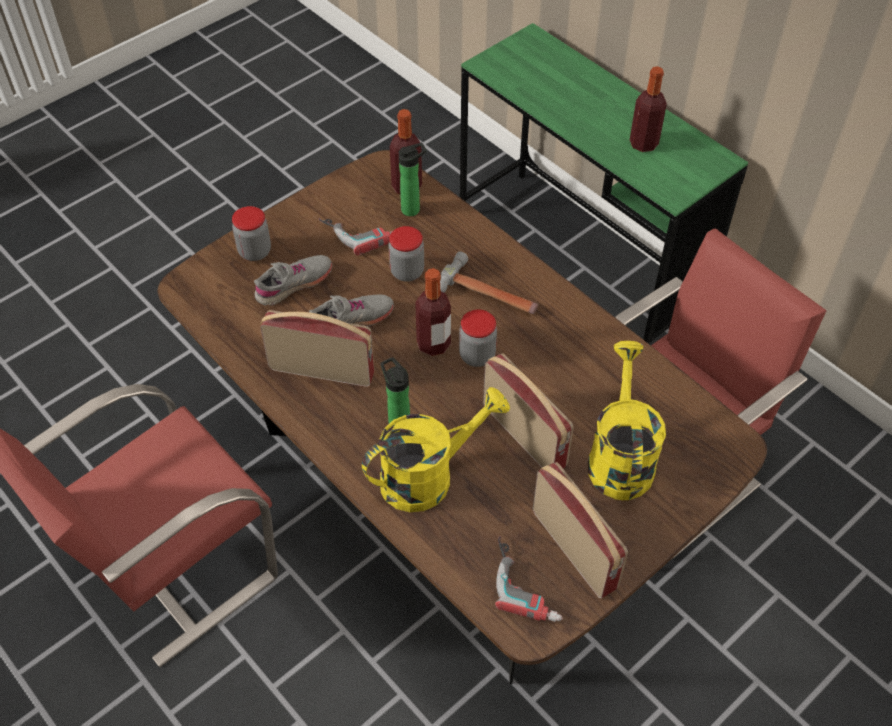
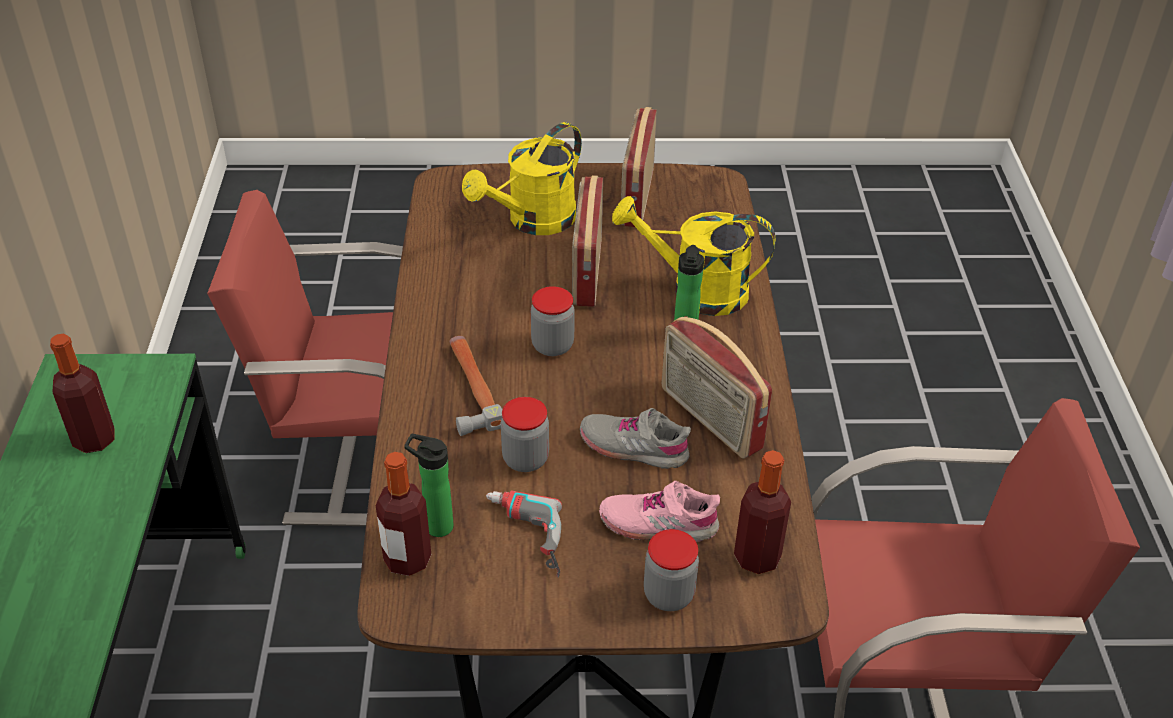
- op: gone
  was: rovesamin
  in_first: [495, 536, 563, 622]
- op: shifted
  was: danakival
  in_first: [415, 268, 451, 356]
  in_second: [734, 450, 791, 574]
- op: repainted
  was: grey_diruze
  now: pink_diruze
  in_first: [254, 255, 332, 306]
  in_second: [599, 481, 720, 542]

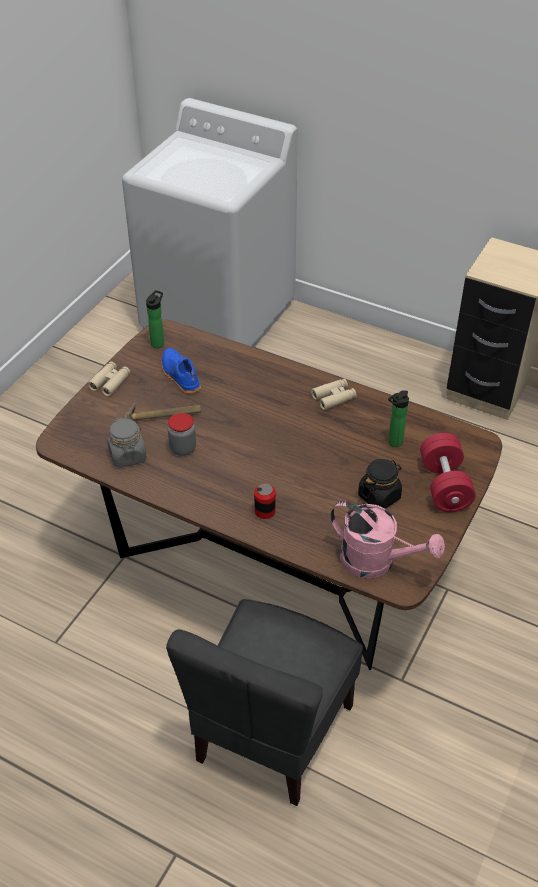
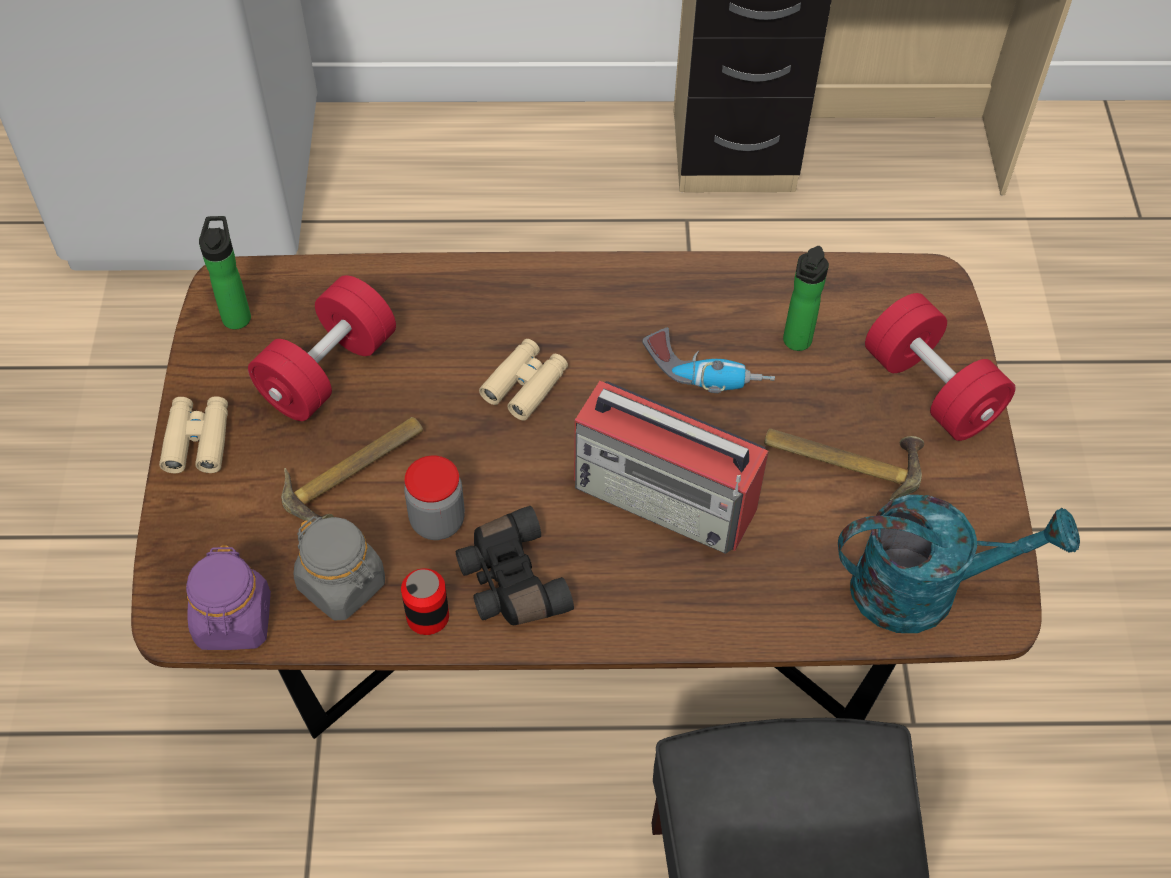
- op: new
  now: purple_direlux
  in_second: [186, 545, 271, 650]
- op: new
  now: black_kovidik
  in_second: [456, 506, 574, 625]
- op: new
  now: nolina
  in_second: [574, 381, 769, 554]
- op: new
  now: rovesamin
  in_second: [642, 328, 775, 393]
- op: shifted
  was: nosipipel
  in_first: [254, 484, 276, 519]
  in_second: [401, 568, 449, 635]
- op: shifted
  was: beige_kovidik
  in_first: [311, 379, 357, 410]
  in_second: [479, 339, 568, 421]
- op: swapped
  was: blue_diruze
  now: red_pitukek
  in_first: [162, 348, 201, 394]
  in_second: [248, 275, 396, 421]
- op: swapped
  was: black_direlux
  now: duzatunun
  in_first: [358, 459, 402, 509]
  in_second: [764, 428, 924, 501]
- op: repainted
  was: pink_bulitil
  now: turquoise_bulitil
  in_first: [330, 501, 445, 579]
  in_second: [838, 495, 1080, 633]

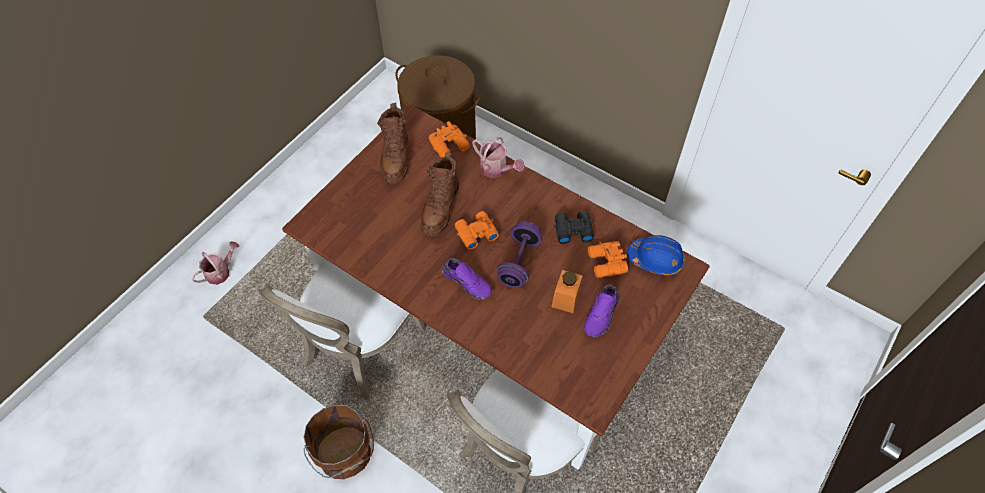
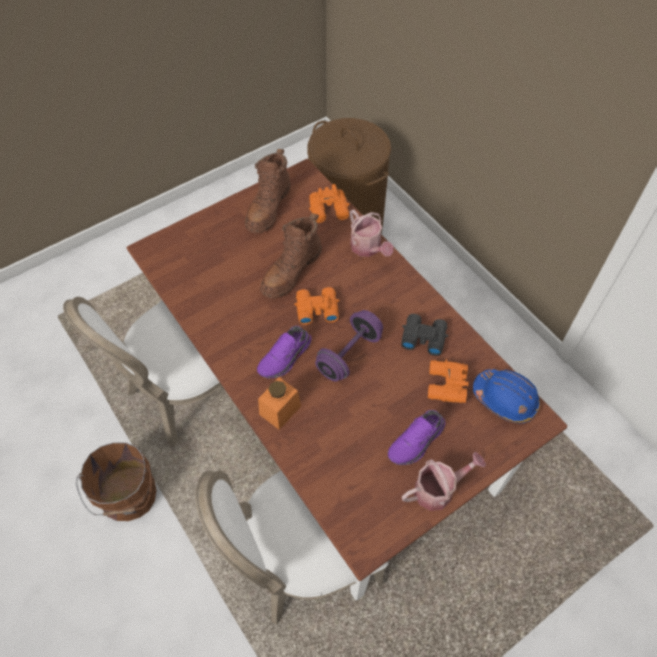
- op: shifted
  was: bulitil
  in_first: [192, 241, 240, 285]
  in_second: [402, 452, 486, 511]
- op: shifted
  was: orange_direlux
  in_first: [552, 270, 583, 313]
  in_second: [258, 377, 301, 430]
- op: rotated
  was: purple_diruze
  in_first: [442, 258, 492, 300]
  in_second: [257, 326, 311, 378]
  clockwise: 75

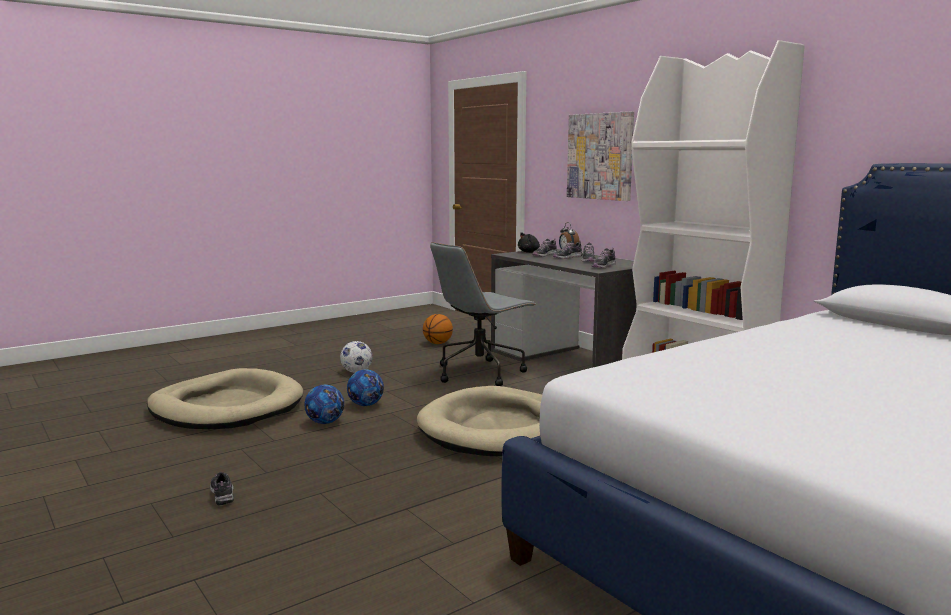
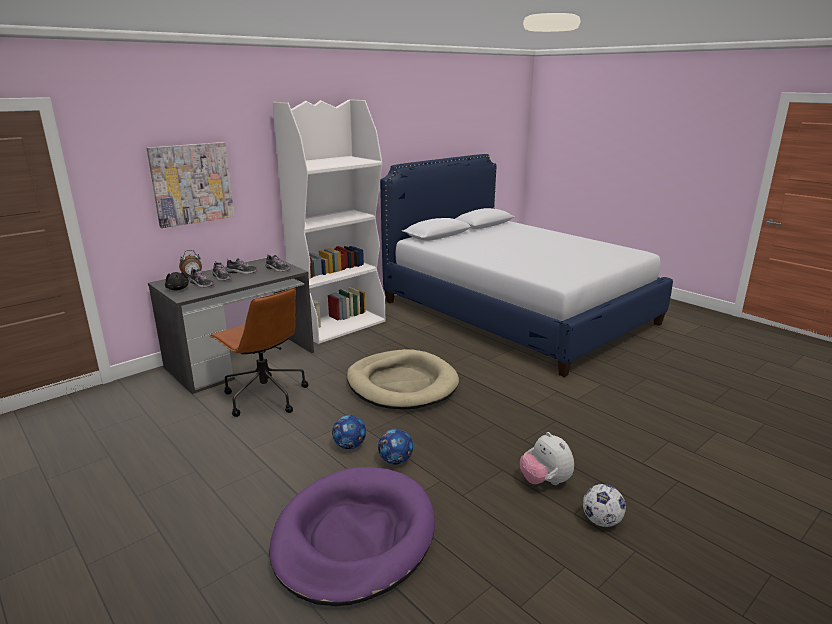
- op: gone
  was: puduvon
  in_first: [423, 314, 453, 344]
- op: shifted
  was: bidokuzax
  in_first: [340, 341, 372, 373]
  in_second: [583, 484, 626, 527]
- op: swapped
  was: diruze
  now: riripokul
  in_first: [210, 472, 234, 505]
  in_second: [520, 432, 574, 485]
- op: repainted
  was: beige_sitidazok
  now: purple_sitidazok
  in_first: [147, 368, 303, 429]
  in_second: [269, 467, 435, 606]
- op: repainted
  was: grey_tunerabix
  now: brown_tunerabix
  in_first: [430, 242, 536, 386]
  in_second: [209, 287, 308, 417]

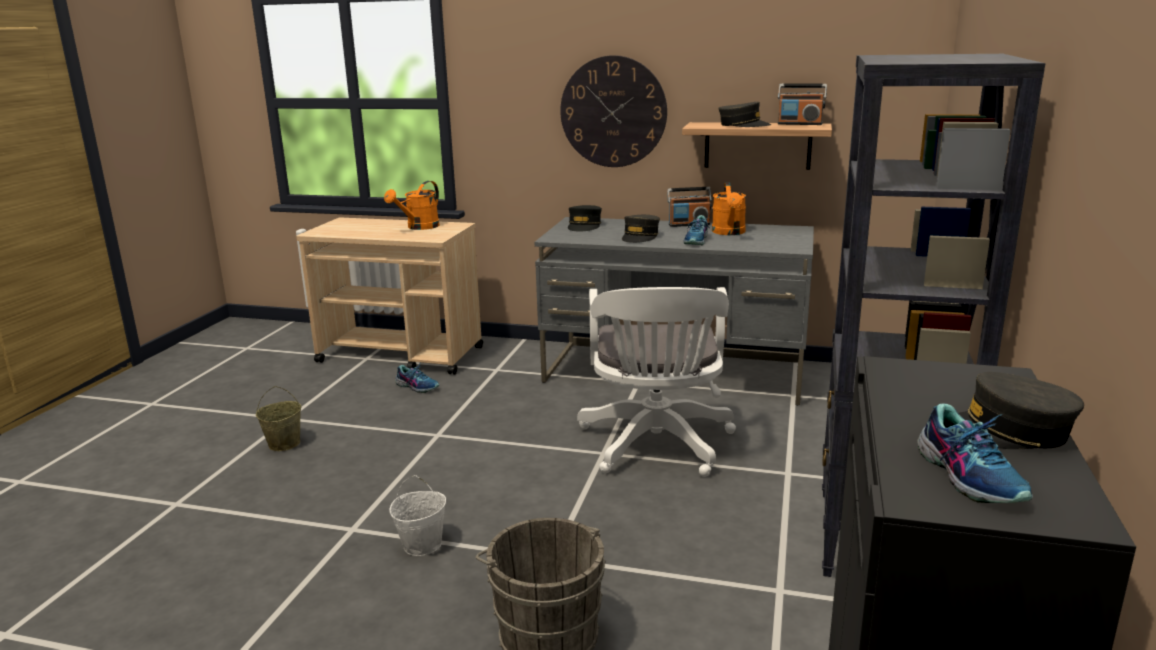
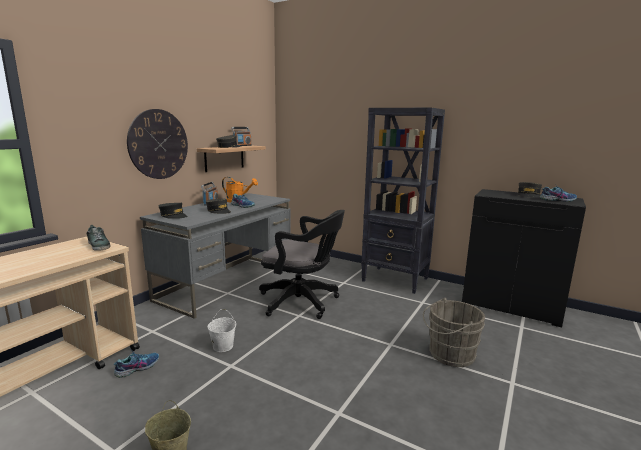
- op: gone
  was: orange_bulitil
  in_first: [384, 181, 440, 230]
- op: new
  now: diruze
  in_second: [86, 225, 110, 251]
- op: shifted
  was: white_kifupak
  in_first: [390, 475, 446, 556]
  in_second: [208, 309, 236, 352]
- op: repainted
  was: white_tunerabix
  now: black_tunerabix
  in_first: [577, 287, 736, 477]
  in_second: [259, 210, 345, 319]

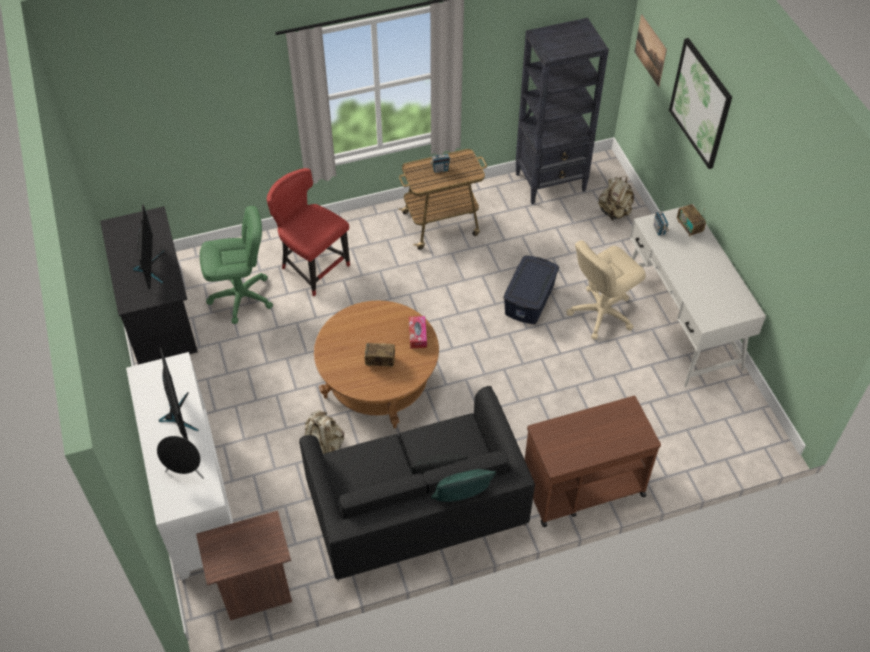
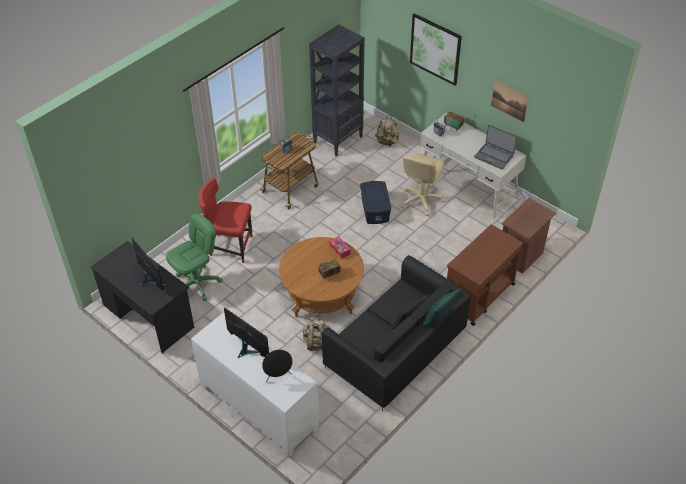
- op: new
  now: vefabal
  in_second: [474, 125, 517, 169]
- op: shifted
  was: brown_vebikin
  in_first: [196, 511, 292, 621]
  in_second: [502, 198, 556, 274]
- op: shifted
  was: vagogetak
  in_first: [634, 15, 667, 87]
  in_second: [491, 80, 529, 122]

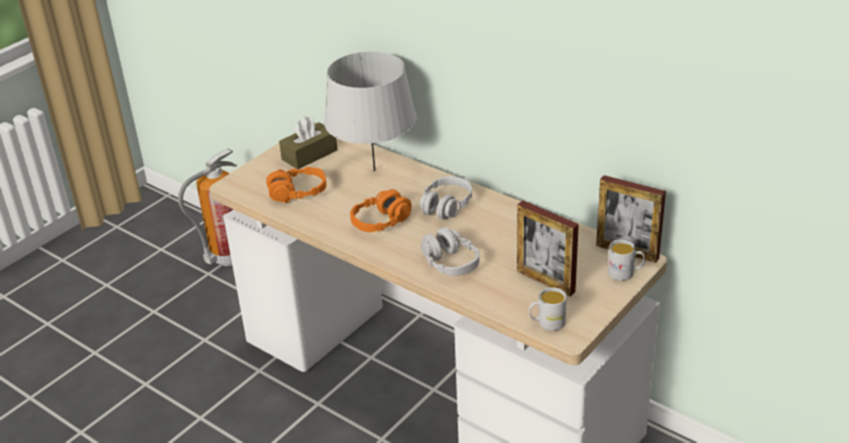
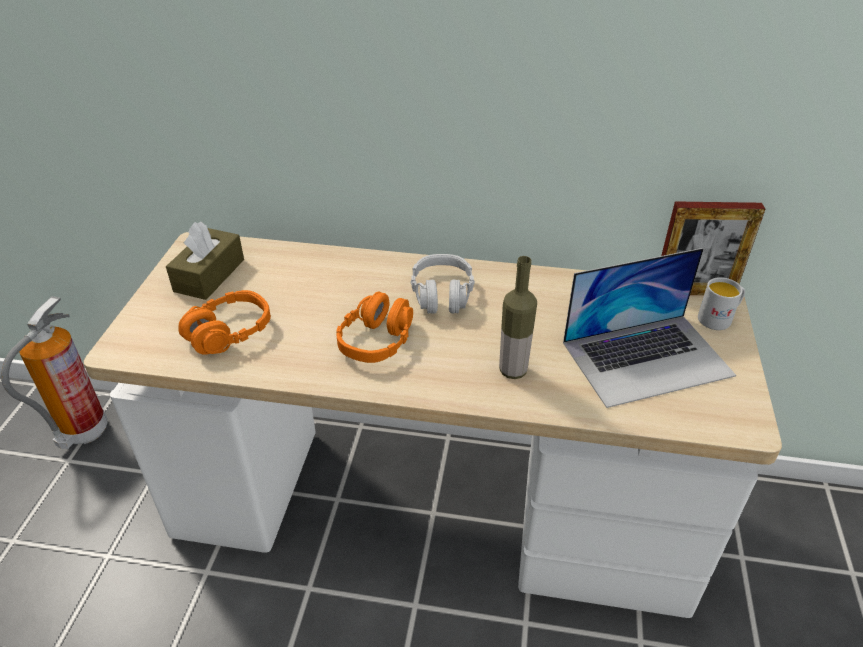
- op: gone
  was: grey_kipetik
  in_first: [324, 51, 417, 171]
- op: gone
  was: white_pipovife
  in_first: [529, 287, 567, 331]
- op: swapped
  was: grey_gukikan
  now: danakival
  in_first: [421, 227, 479, 276]
  in_second: [499, 256, 537, 379]
- op: swapped
  was: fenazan
  now: vefabal
  in_first: [517, 201, 579, 296]
  in_second: [563, 248, 736, 408]

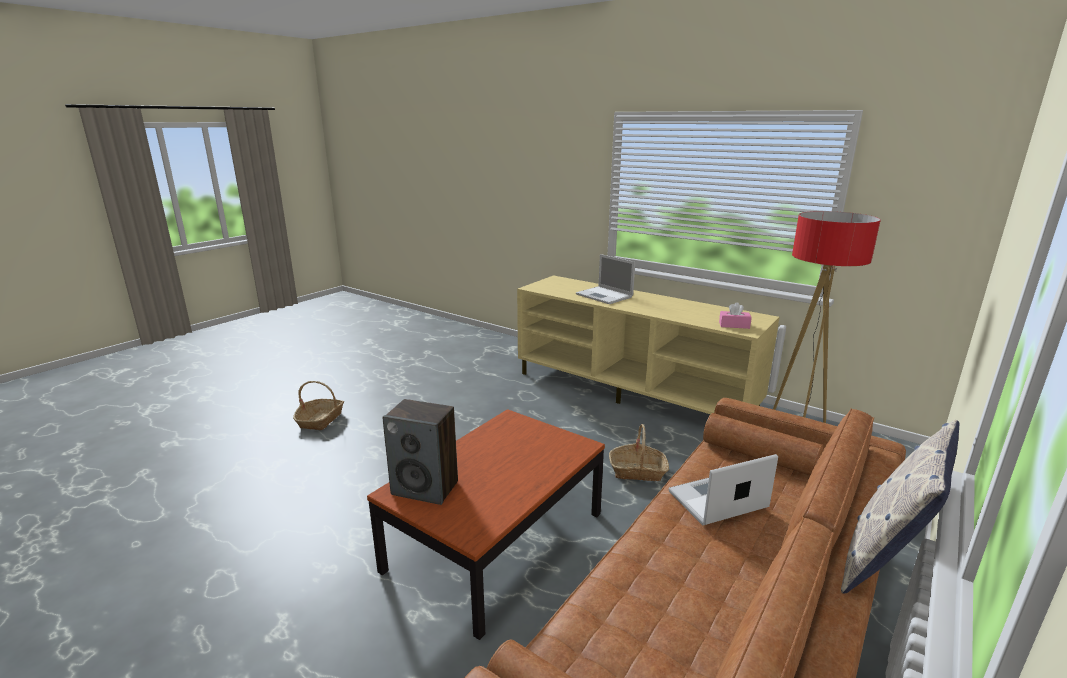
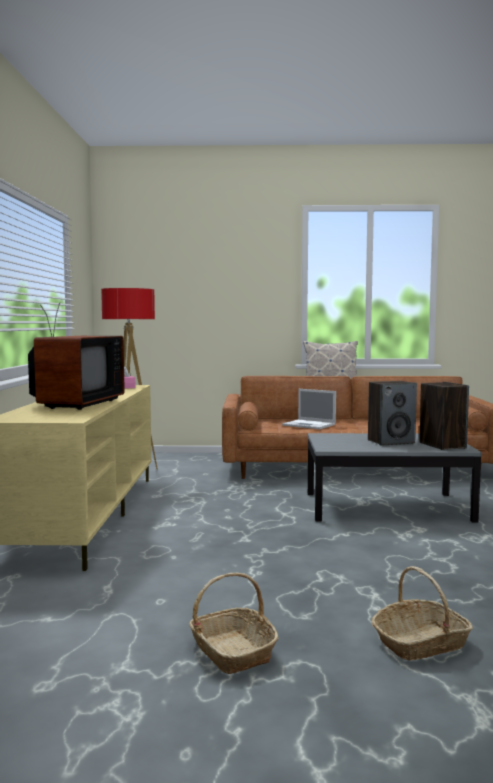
- op: new
  now: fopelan
  in_second: [368, 381, 417, 446]
- op: shifted
  was: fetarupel
  in_first: [609, 424, 669, 481]
  in_second: [189, 573, 279, 674]
- op: swapped
  was: vefabal
  now: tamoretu
  in_first: [576, 254, 635, 304]
  in_second: [28, 302, 125, 410]
- op: repainted
  was: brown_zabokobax
  now: grey_zabokobax
  in_first: [367, 409, 605, 640]
  in_second: [308, 433, 482, 523]

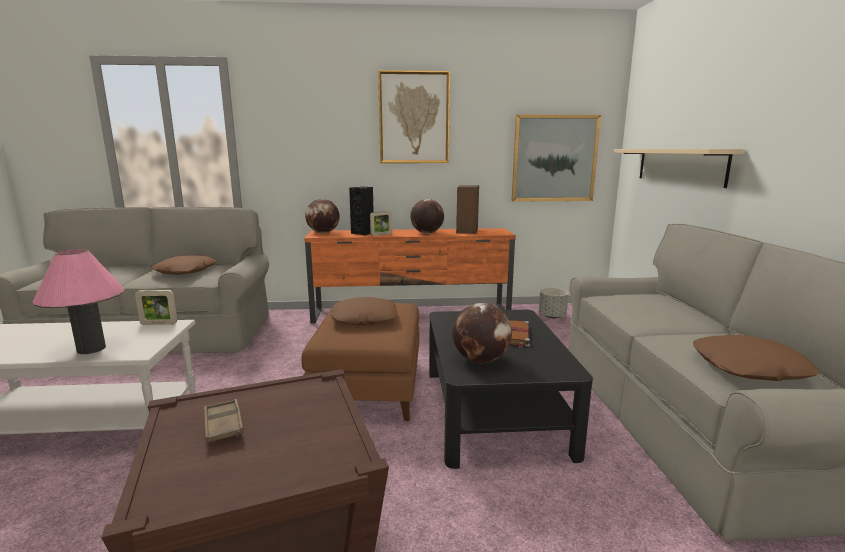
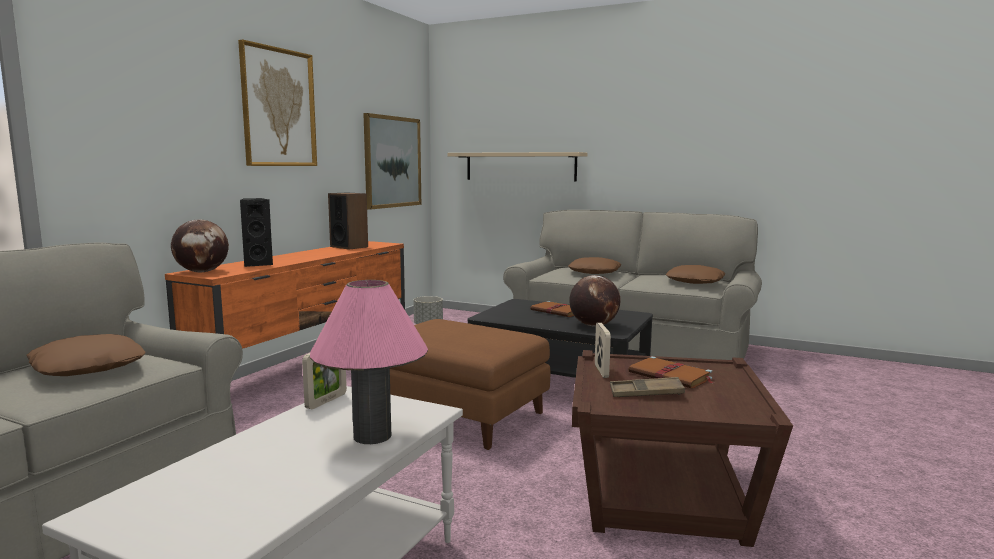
- op: gone
  was: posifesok
  in_first: [410, 199, 444, 234]
- op: new
  now: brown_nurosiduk
  in_second: [628, 356, 712, 388]
- op: shifted
  was: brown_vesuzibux
  in_first: [330, 297, 398, 325]
  in_second: [568, 257, 621, 274]
- op: shifted
  was: fenazan
  in_first: [370, 211, 392, 236]
  in_second: [595, 323, 611, 378]

